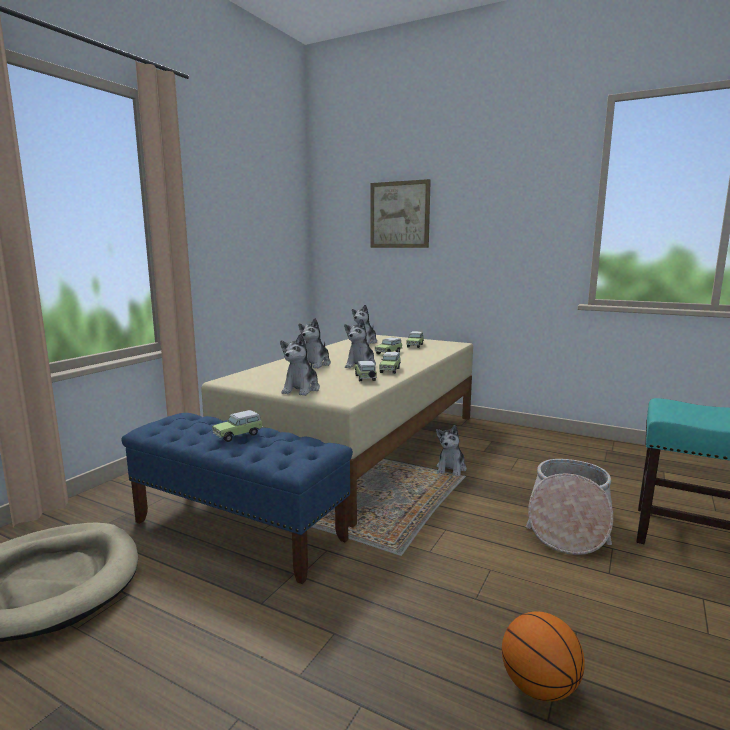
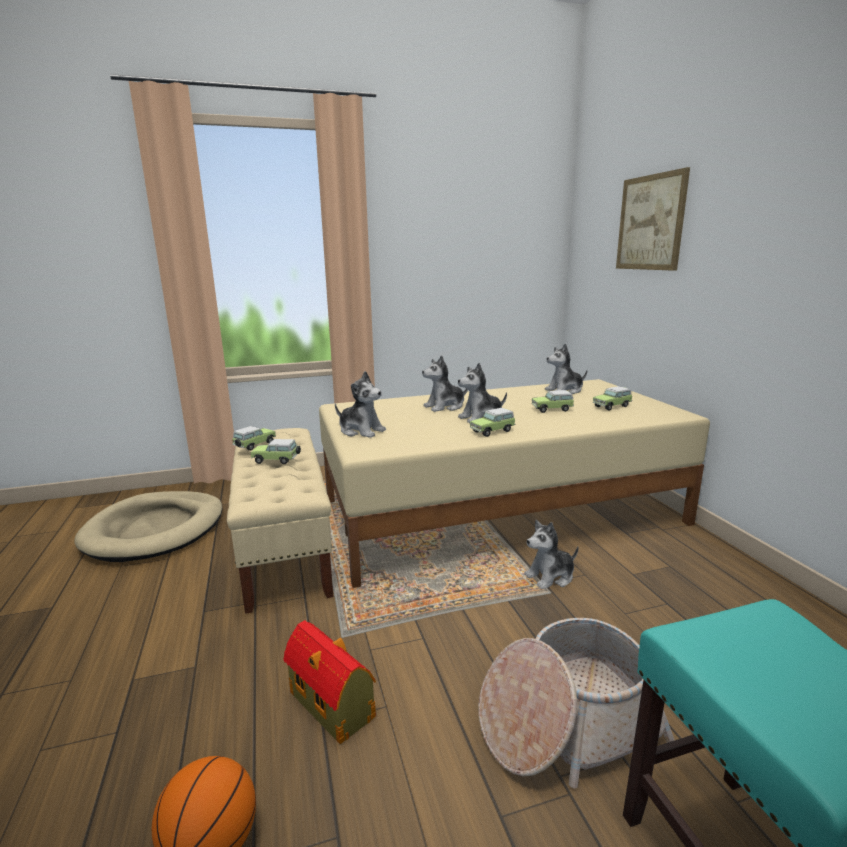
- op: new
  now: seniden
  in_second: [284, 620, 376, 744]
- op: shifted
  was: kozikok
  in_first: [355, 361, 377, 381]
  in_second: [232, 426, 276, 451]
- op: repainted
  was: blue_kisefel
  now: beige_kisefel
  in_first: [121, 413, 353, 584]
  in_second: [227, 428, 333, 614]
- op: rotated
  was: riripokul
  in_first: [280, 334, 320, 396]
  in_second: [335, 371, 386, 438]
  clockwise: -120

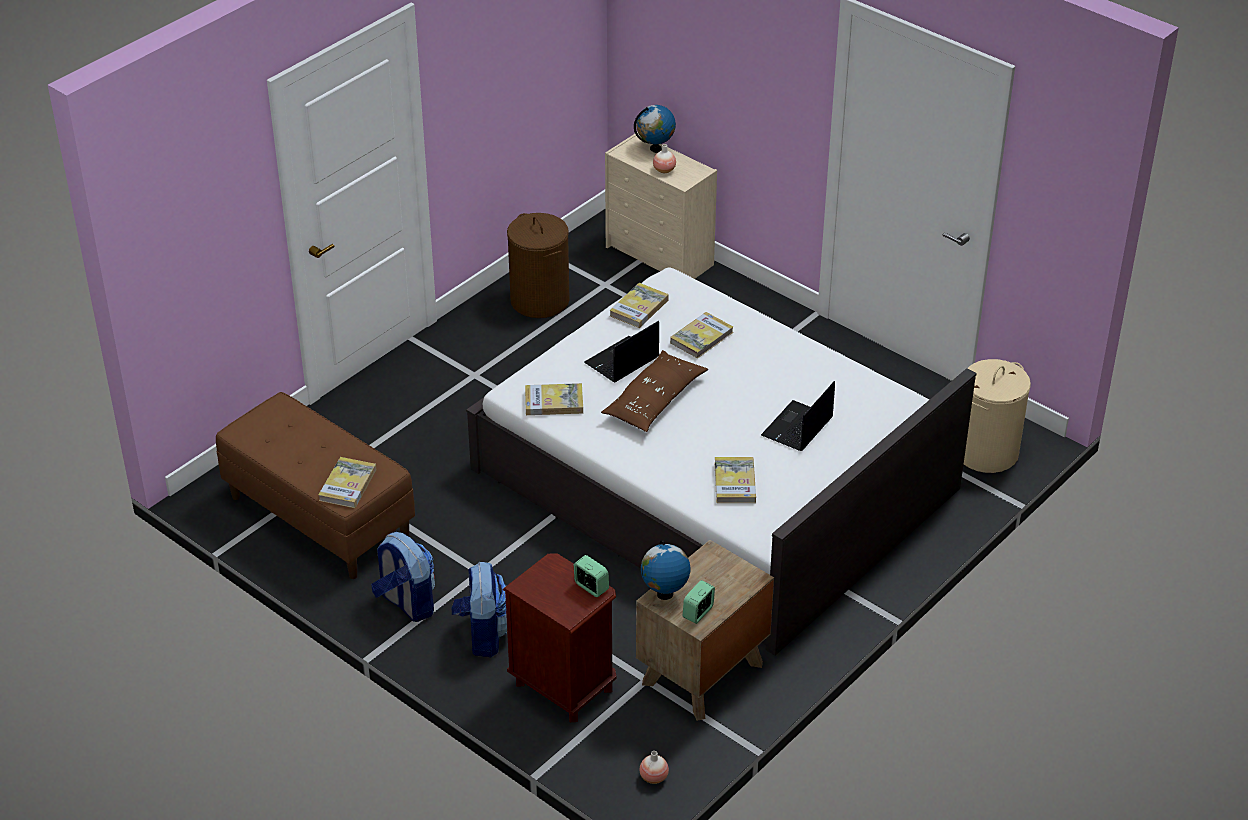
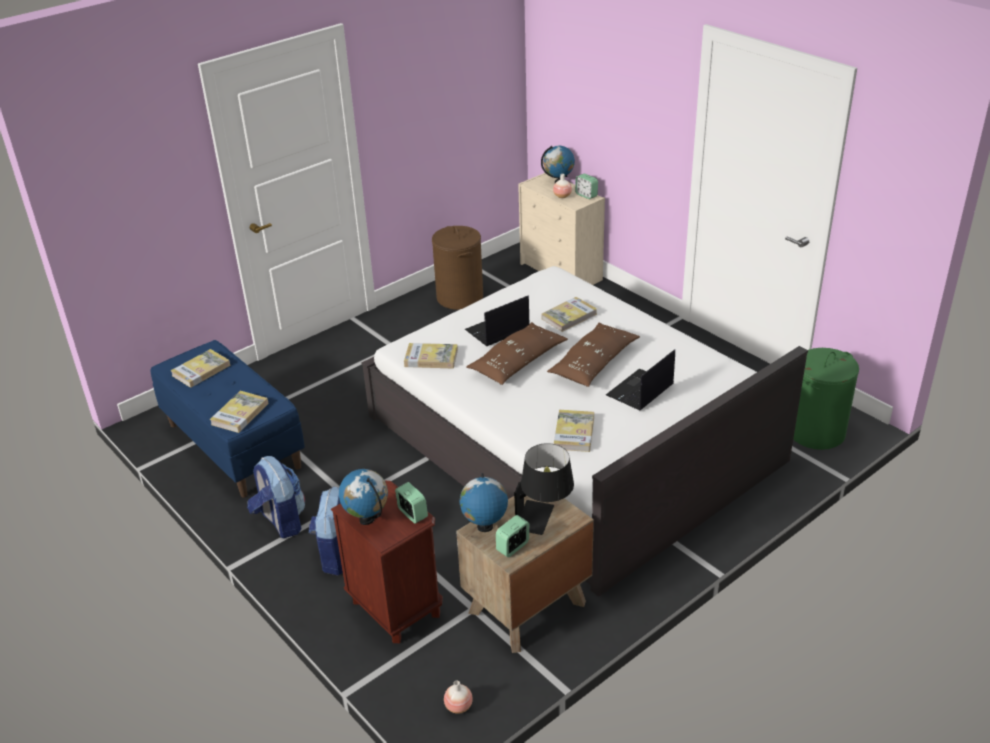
- op: new
  now: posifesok
  in_second: [339, 469, 388, 525]
- op: new
  now: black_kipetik
  in_second: [514, 443, 574, 535]
- op: new
  now: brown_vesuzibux
  in_second: [547, 322, 640, 387]
- op: new
  now: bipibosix
  in_second: [575, 174, 598, 199]
- op: shifted
  was: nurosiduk
  in_first: [610, 283, 669, 328]
  in_second: [170, 349, 230, 388]
- op: repainted
  was: brown_kisefel
  now: blue_kisefel
  in_first: [216, 392, 415, 579]
  in_second: [150, 340, 305, 498]
- op: repainted
  was: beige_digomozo
  now: green_digomozo
  in_first: [964, 359, 1031, 473]
  in_second: [793, 348, 859, 450]

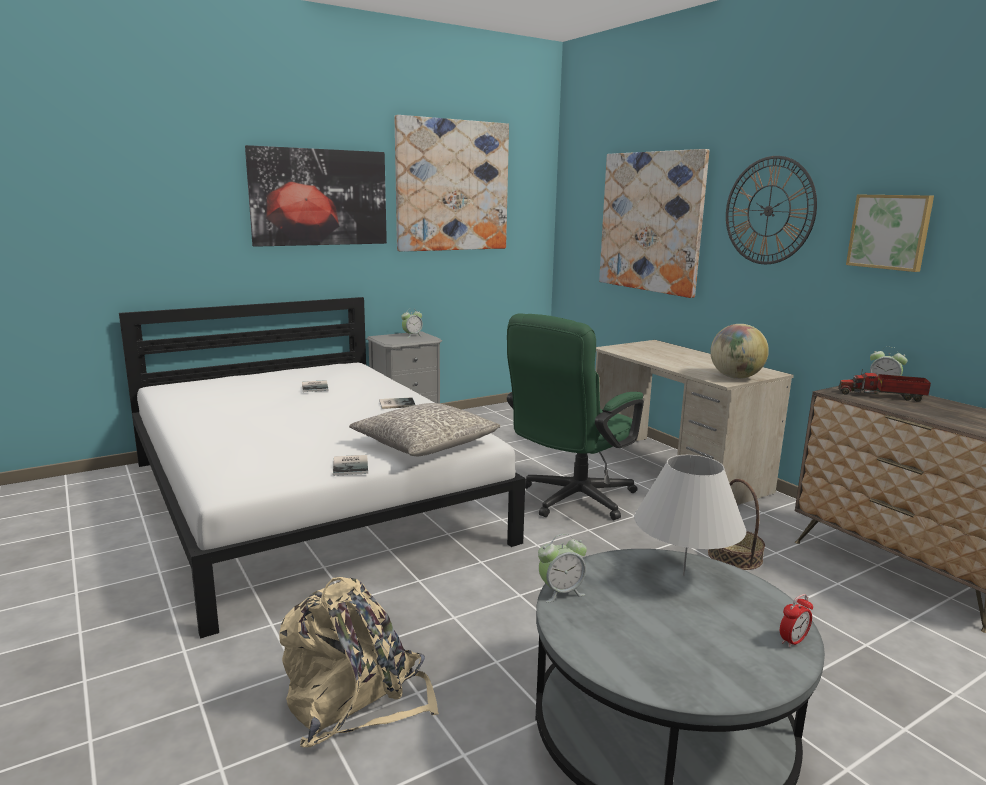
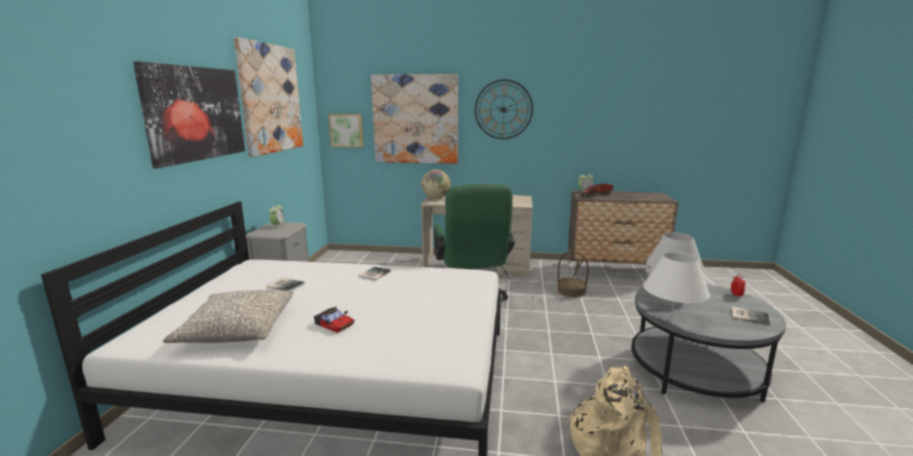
- op: new
  now: kozikok
  in_second: [314, 307, 354, 333]
- op: shifted
  was: nurosiduk
  in_first: [333, 455, 368, 476]
  in_second: [732, 307, 770, 325]
- op: shifted
  was: grey_vesuzibux
  in_first: [349, 403, 501, 456]
  in_second: [163, 290, 294, 343]
- op: shifted
  was: posifesok
  in_first: [710, 324, 769, 379]
  in_second: [421, 170, 450, 199]
- op: shifted
  was: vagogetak
  in_first: [846, 194, 934, 272]
  in_second: [329, 114, 363, 147]
- op: swapped
  was: bipibosix
  now: white_kipetik
  in_first: [538, 534, 587, 603]
  in_second: [643, 252, 710, 320]

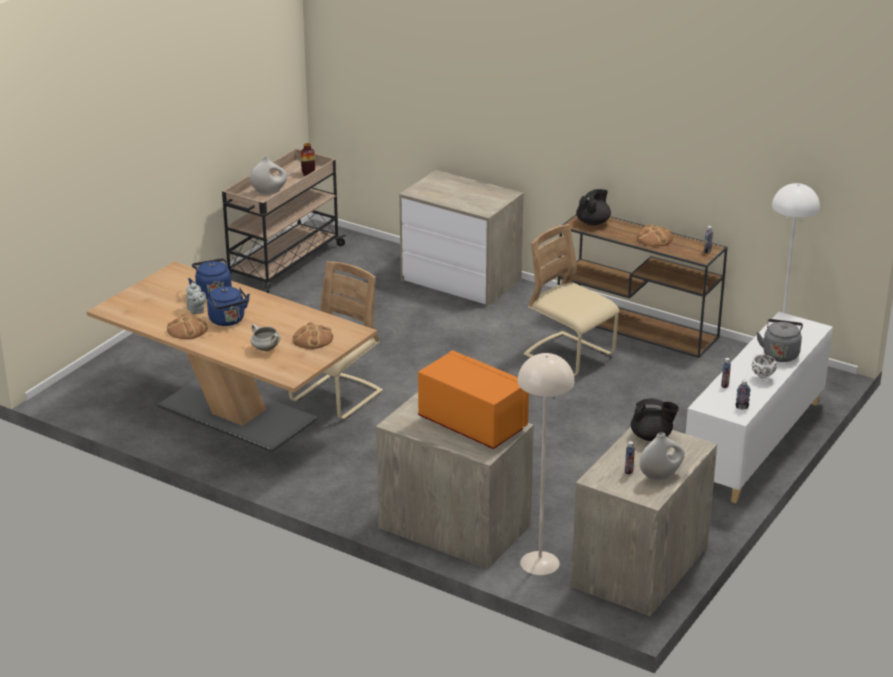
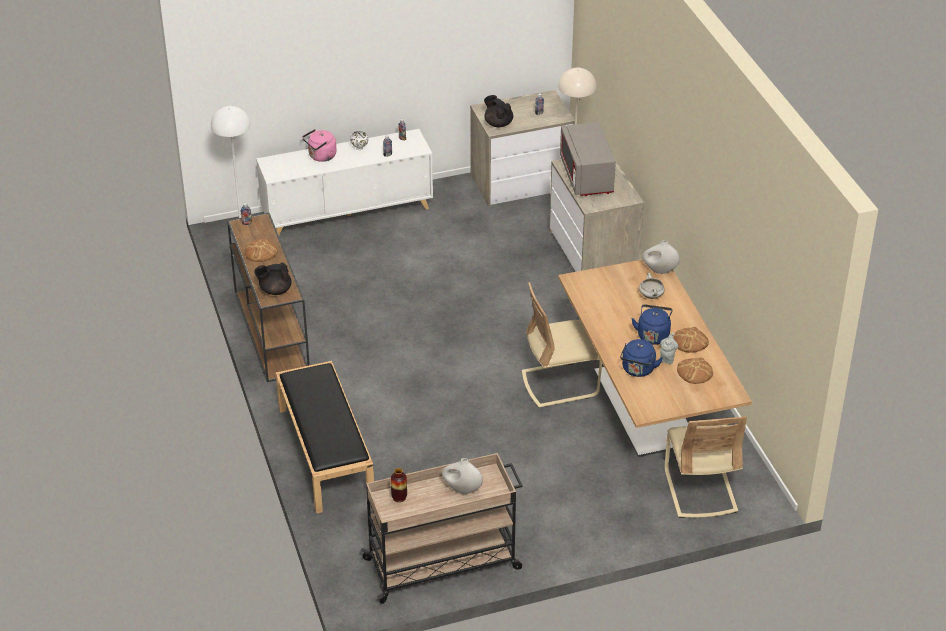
- op: shifted
  was: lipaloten
  in_first: [293, 322, 333, 349]
  in_second: [677, 357, 713, 384]
- op: shifted
  was: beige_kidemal
  in_first: [524, 224, 620, 376]
  in_second: [665, 416, 747, 518]
- op: shifted
  was: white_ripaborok
  in_first: [639, 432, 685, 481]
  in_second: [642, 240, 680, 274]
- op: swapped
  was: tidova
  now: black_kisefel
  in_first: [399, 170, 524, 307]
  in_second: [276, 361, 374, 514]
- op: repainted
  was: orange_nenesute
  now: grey_nenesute
  in_first: [418, 350, 529, 449]
  in_second: [560, 122, 616, 196]
- op: repainted
  was: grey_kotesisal
  now: pink_kotesisal
  in_first: [756, 319, 803, 362]
  in_second: [302, 129, 337, 162]

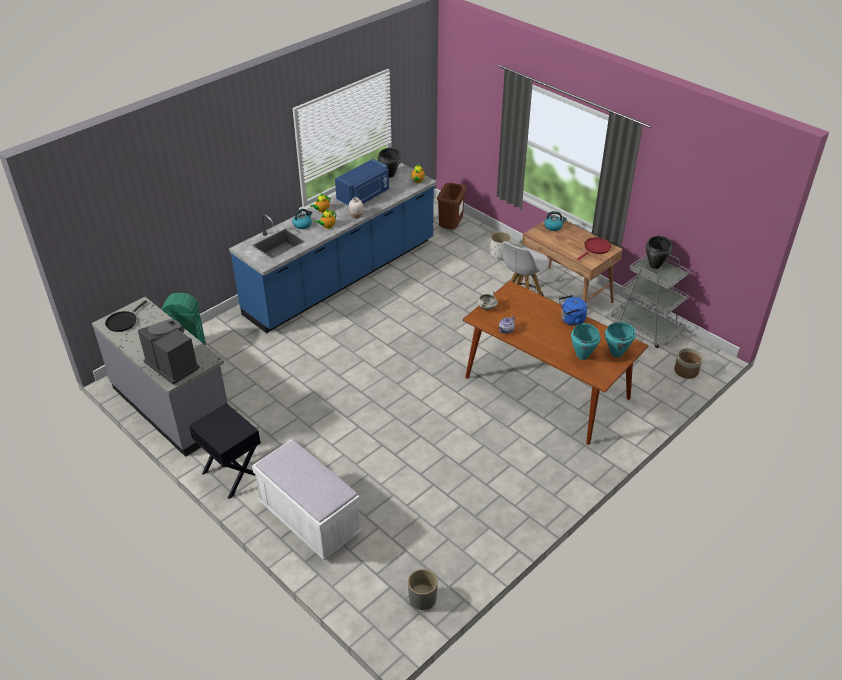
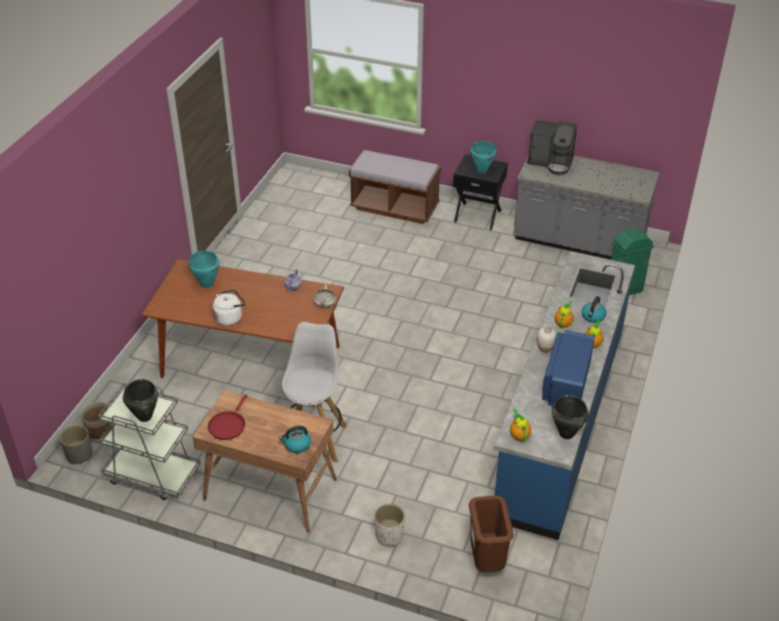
- op: gone
  was: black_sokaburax
  in_first: [105, 300, 147, 332]
- op: shifted
  was: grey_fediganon
  in_first: [408, 569, 438, 610]
  in_second: [59, 425, 93, 464]
- op: shifted
  was: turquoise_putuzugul
  in_first: [605, 322, 636, 357]
  in_second: [470, 141, 497, 173]
- op: repainted
  was: white_kisefel
  now: brown_kisefel
  in_first: [252, 440, 362, 560]
  in_second: [349, 150, 441, 224]
- op: repainted
  was: blue_kotesisal
  now: white_kotesisal
  in_first: [559, 295, 587, 326]
  in_second: [212, 289, 246, 326]

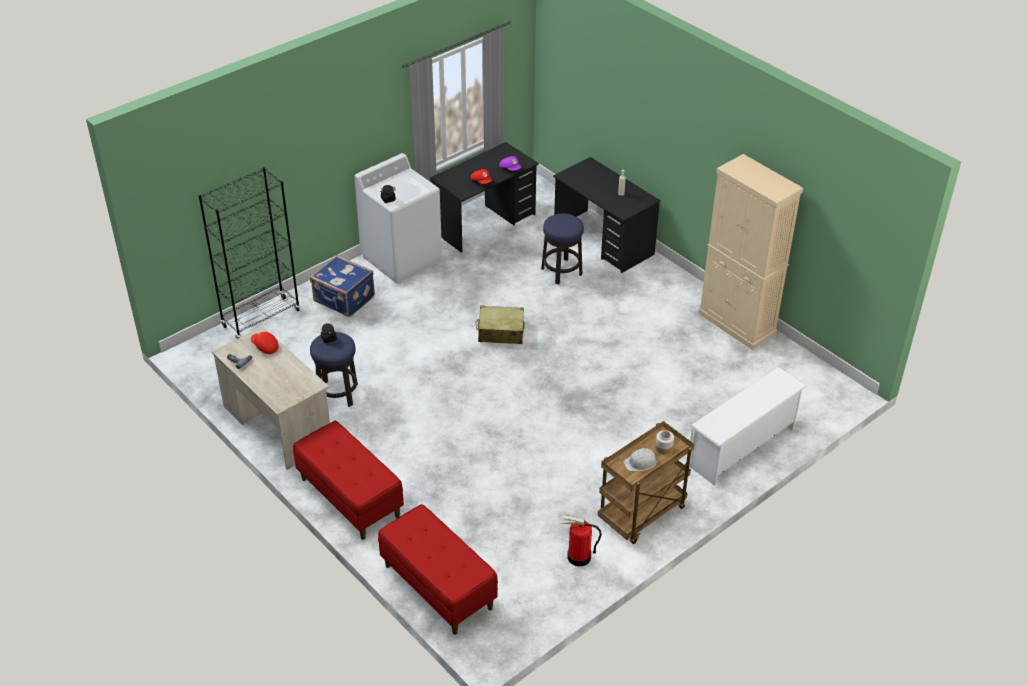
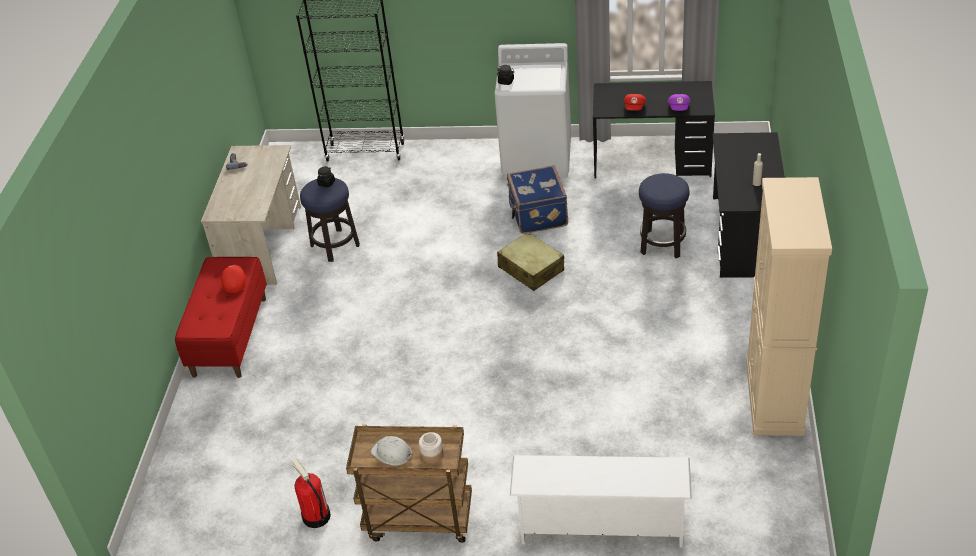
- op: gone
  was: red_kisefel
  in_first: [378, 504, 498, 635]
- op: shifted
  was: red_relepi
  in_first: [251, 332, 279, 354]
  in_second: [221, 265, 246, 293]
- op: shifted
  was: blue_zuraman
  in_first: [310, 255, 375, 317]
  in_second: [507, 165, 568, 234]

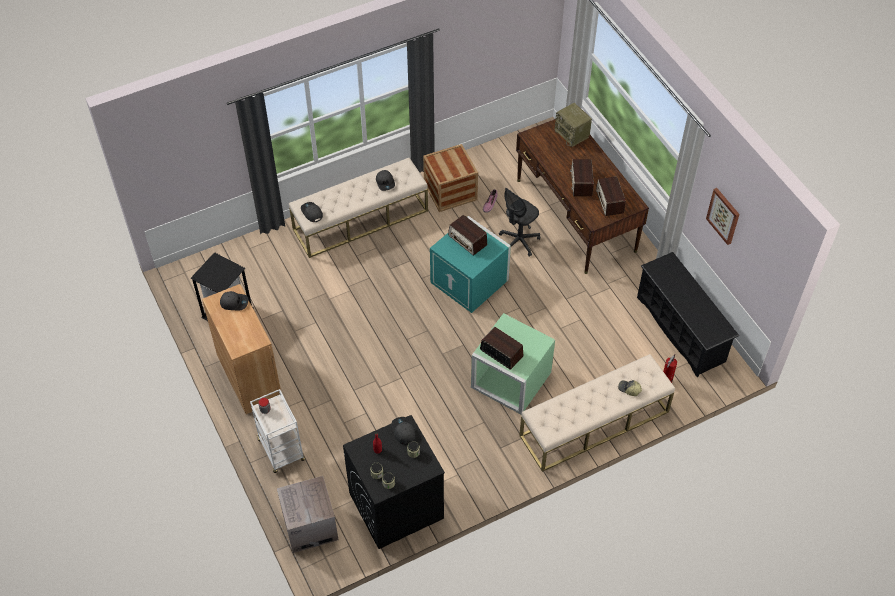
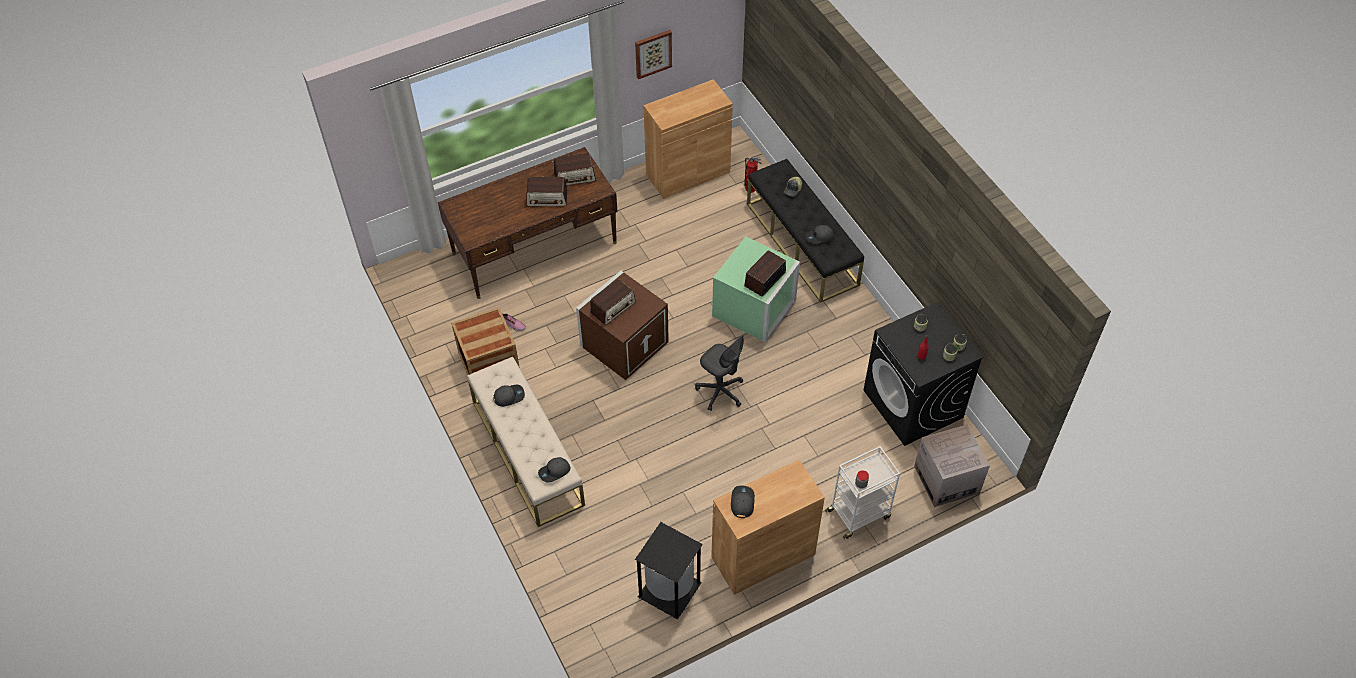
- op: gone
  was: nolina
  in_first: [555, 103, 592, 147]
- op: shifted
  was: grey_relepi
  in_first: [391, 417, 416, 445]
  in_second: [805, 225, 834, 244]
- op: shifted
  was: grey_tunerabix
  in_first: [499, 187, 540, 257]
  in_second: [695, 333, 745, 411]
- op: swapped
  was: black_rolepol
  now: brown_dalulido
  in_first: [637, 252, 739, 377]
  in_second: [643, 79, 733, 199]
- op: repainted
  was: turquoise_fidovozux
  now: brown_fidovozux
  in_first: [430, 216, 511, 313]
  in_second: [576, 271, 669, 380]
- op: repainted
  was: beige_kisefel
  now: black_kisefel
  in_first: [519, 354, 675, 472]
  in_second: [747, 159, 864, 303]

